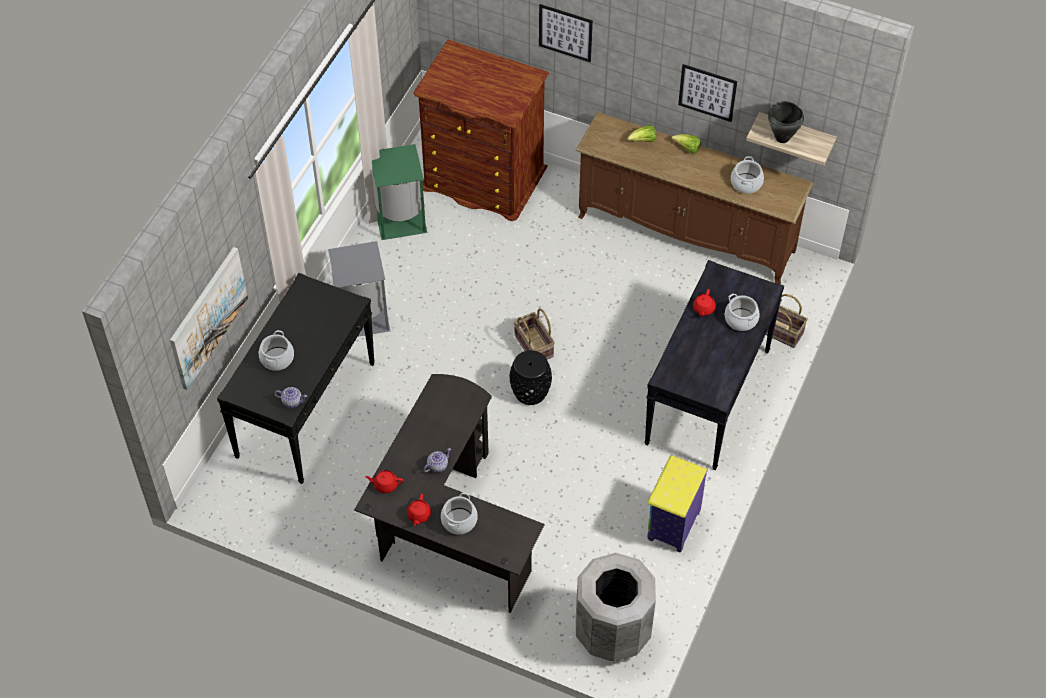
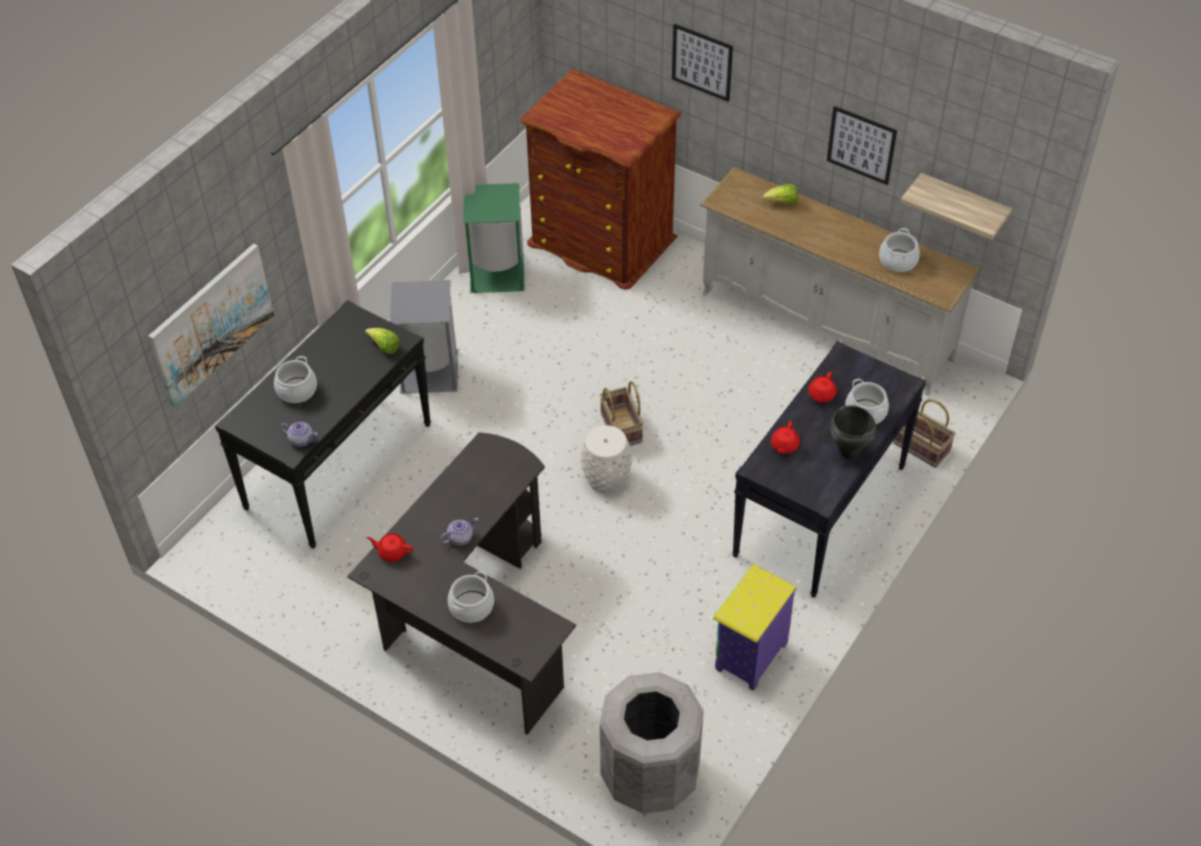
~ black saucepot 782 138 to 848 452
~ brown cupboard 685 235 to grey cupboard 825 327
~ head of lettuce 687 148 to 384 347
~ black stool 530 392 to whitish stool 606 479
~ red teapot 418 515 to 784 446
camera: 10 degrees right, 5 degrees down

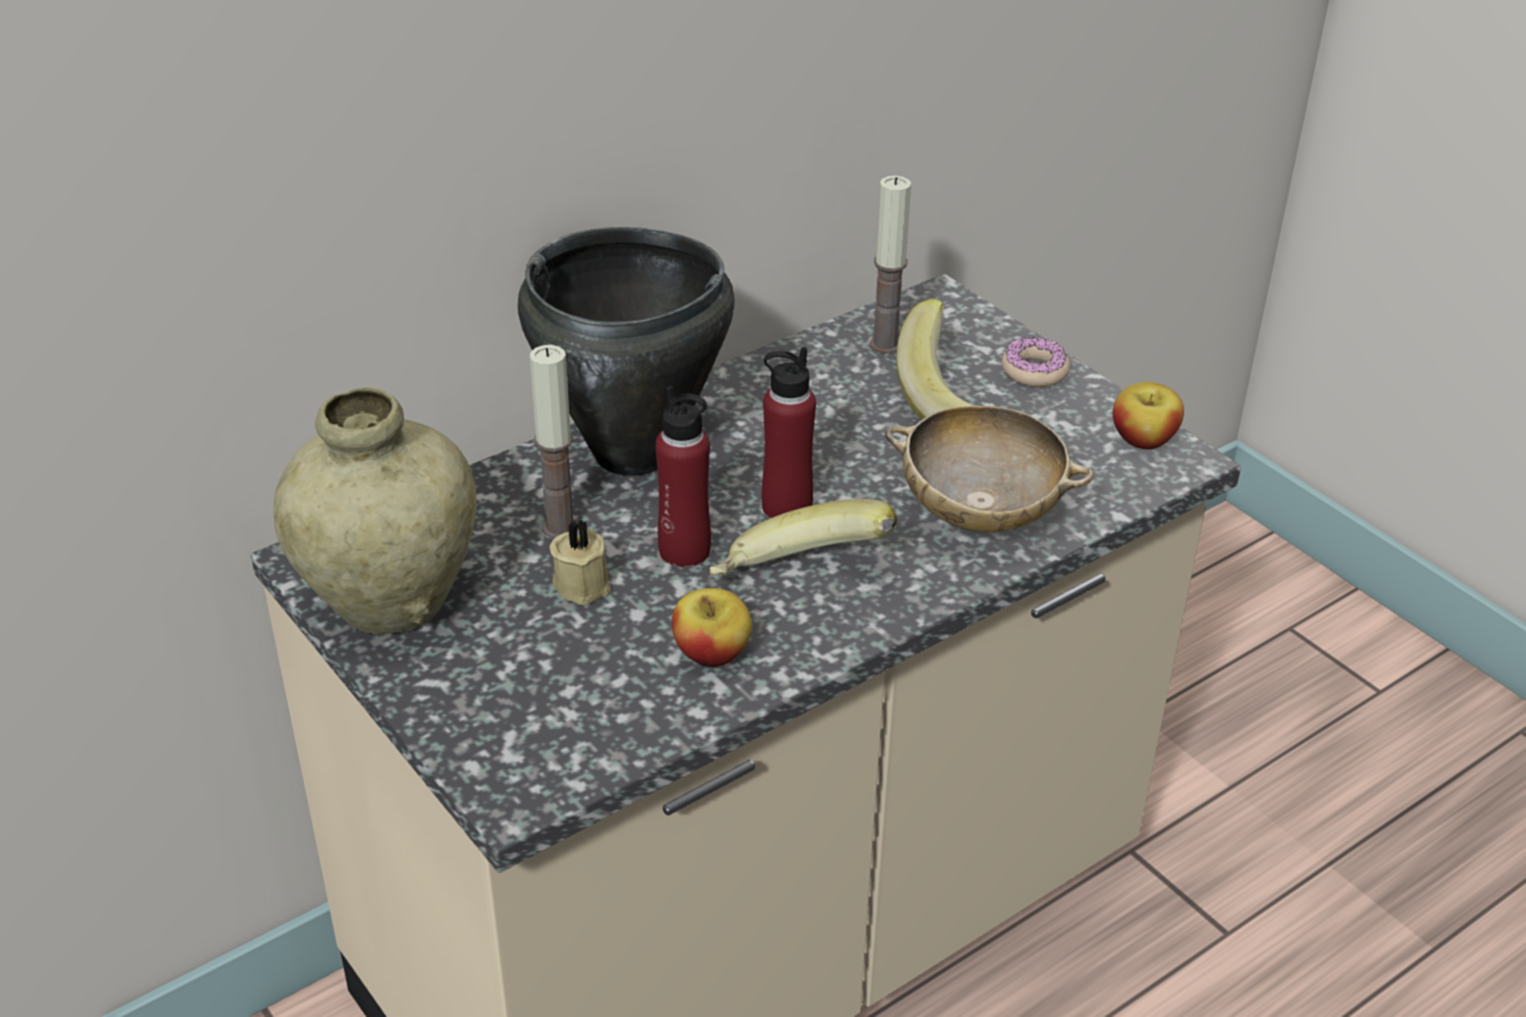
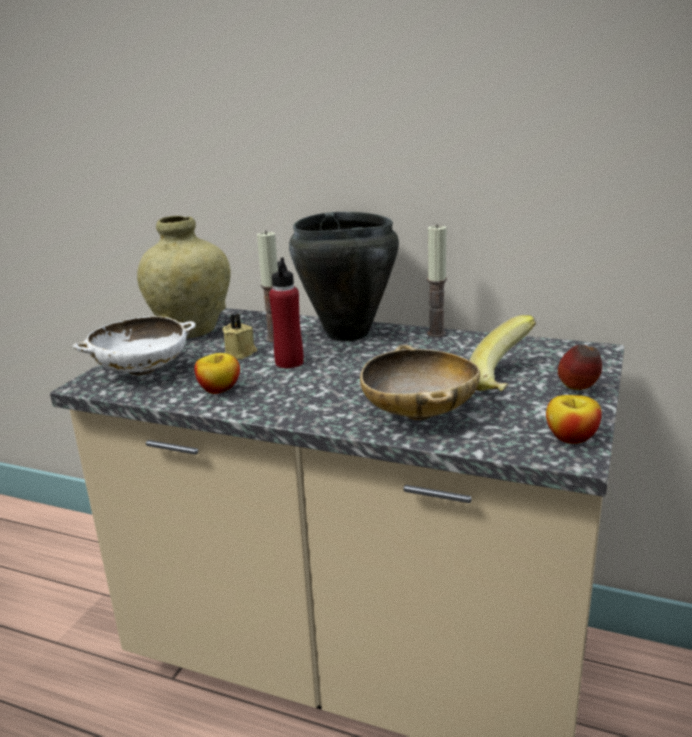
~ wax light 885 344 to 436 333
~ ring doughnut 1034 371 to whole apple 578 389
- red bottle 786 507
- banana fruit 800 580
+ whitish bowl 142 371
camera: 60 degrees right, 15 degrees down

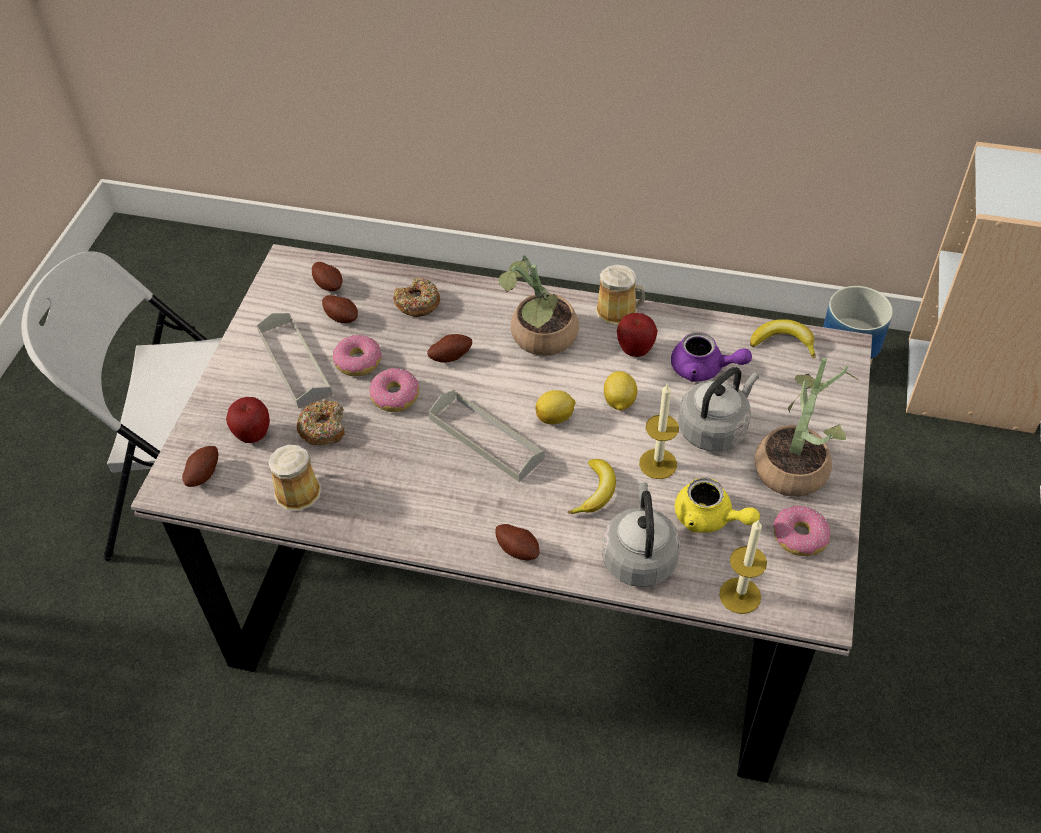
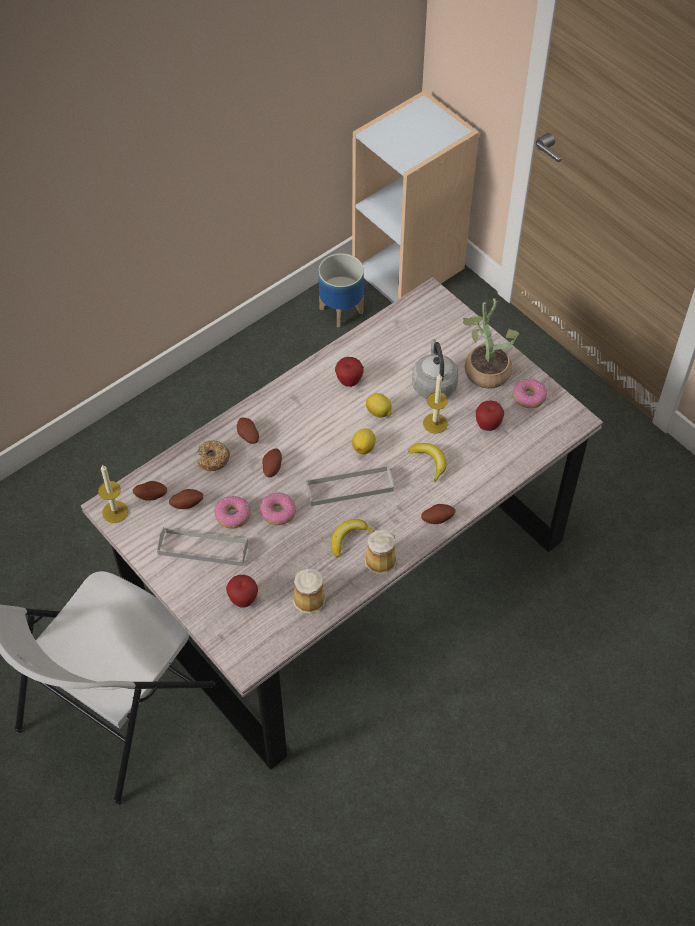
- houseplant 540 341
~ coffee mug 619 311 to 382 559
~ banana fruit 783 342 to 349 538
- purplish teapot 704 369
- ring doughnut 323 428
~ whole potato 202 474 to 248 436
~ yellow teapot 709 519 to whole apple 488 425
- grey kettle 639 556
~ wax light 740 595 to 115 512
camera: 55 degrees left, 5 degrees up

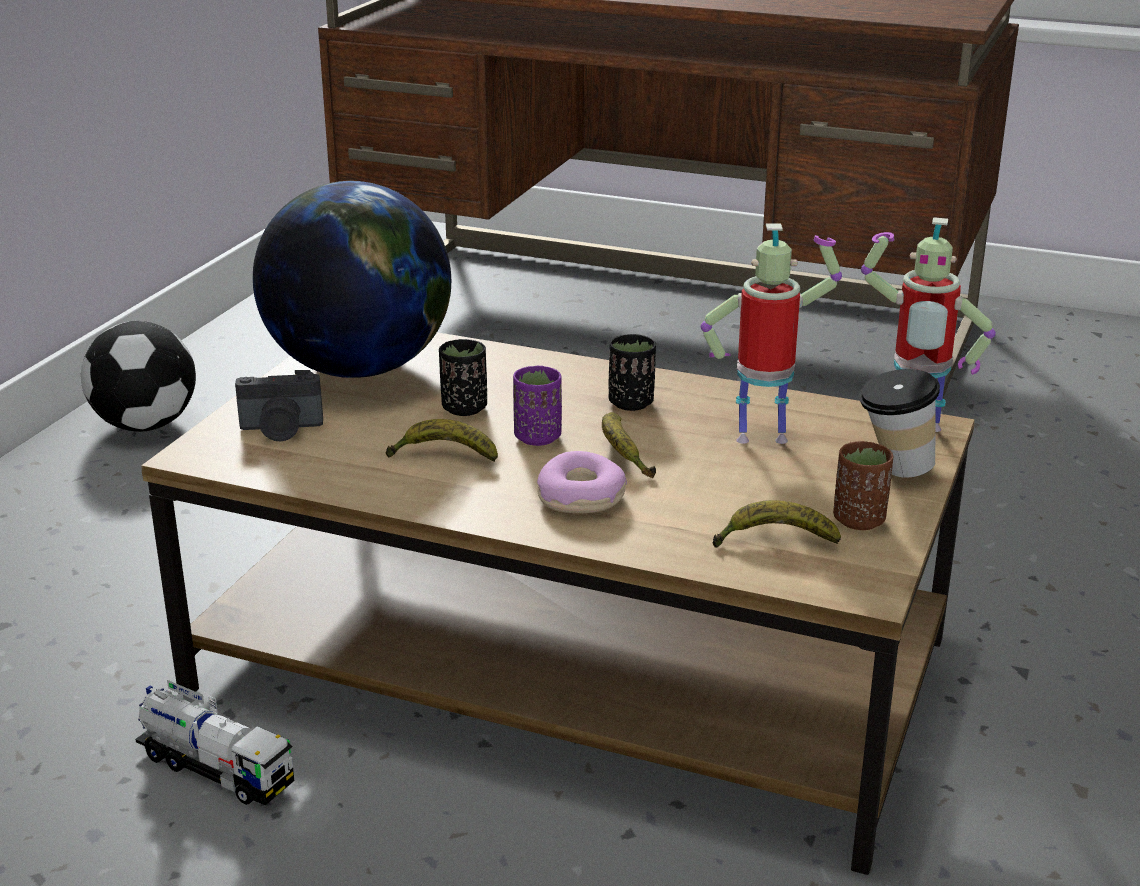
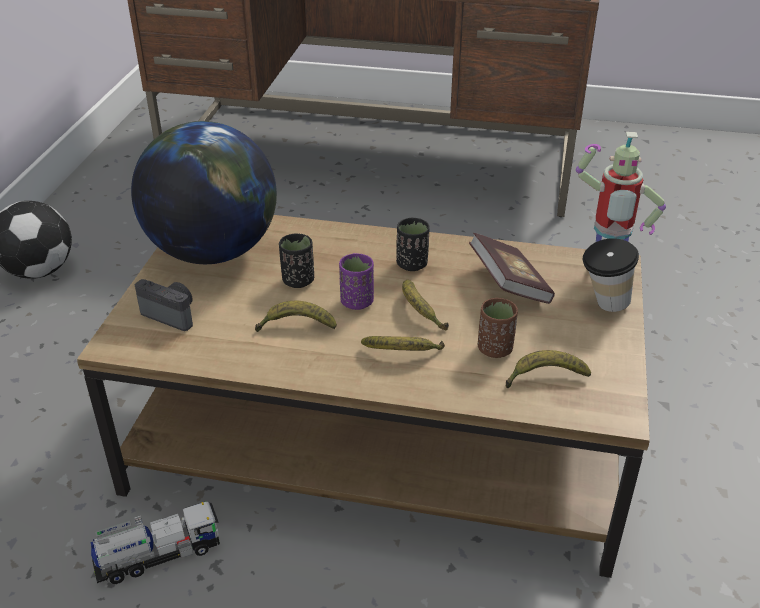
~ robot figure 762 436 to book 508 285
~ still camera 281 430 = 172 314 135 degrees counterclockwise
~ brown cup 859 520 to 495 349
~ ring doughnut 581 497 to banana fruit 403 353
~ toy lorry 216 770 = 159 556 45 degrees counterclockwise
camera: 10 degrees left, 10 degrees up

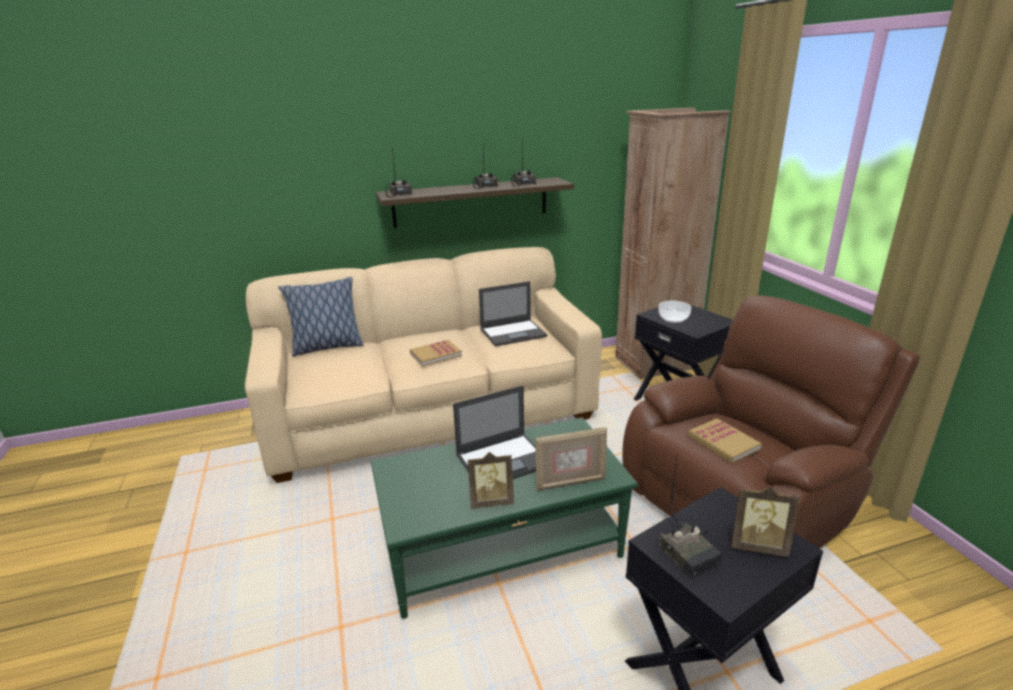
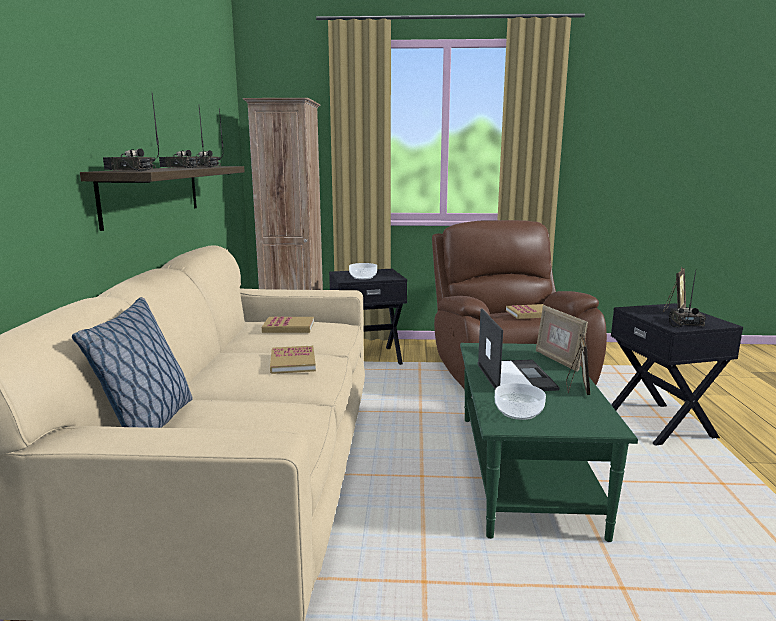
~ laptop 513 333 to book 288 327
~ photo frame 570 482 = 558 360 150 degrees clockwise
~ radio set 689 552 = 683 322 75 degrees counterclockwise
+ bowl 518 412
camera: 70 degrees left, 10 degrees down

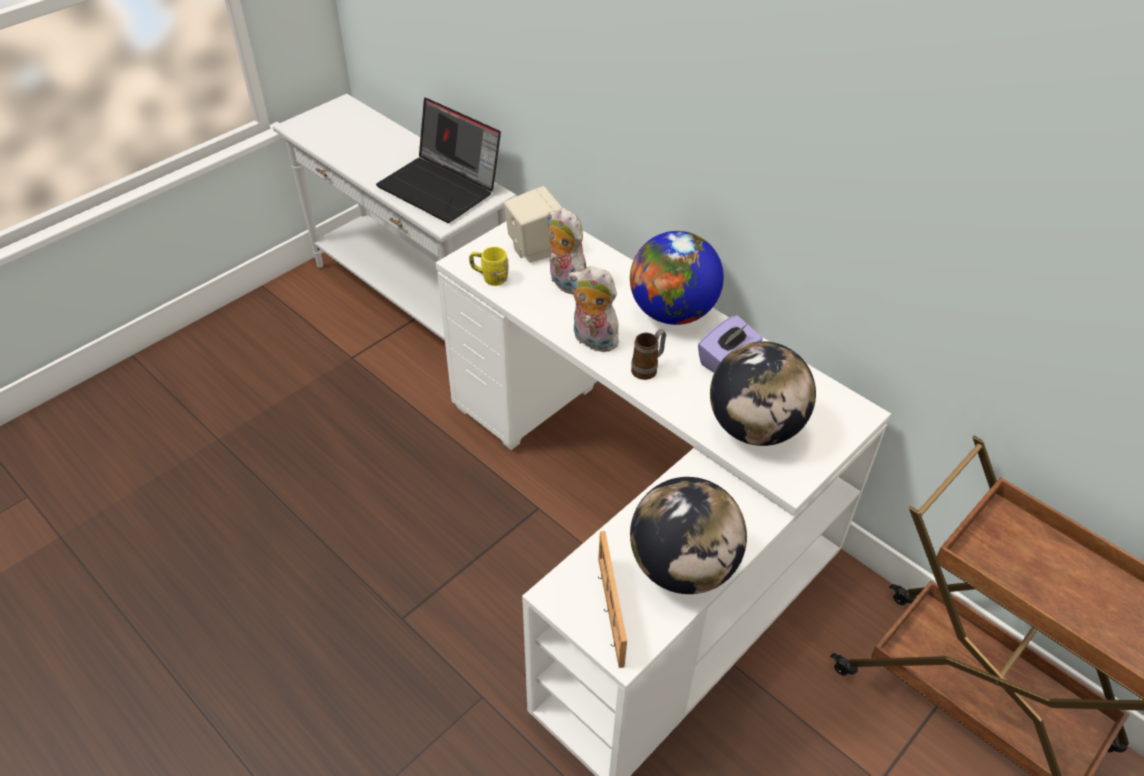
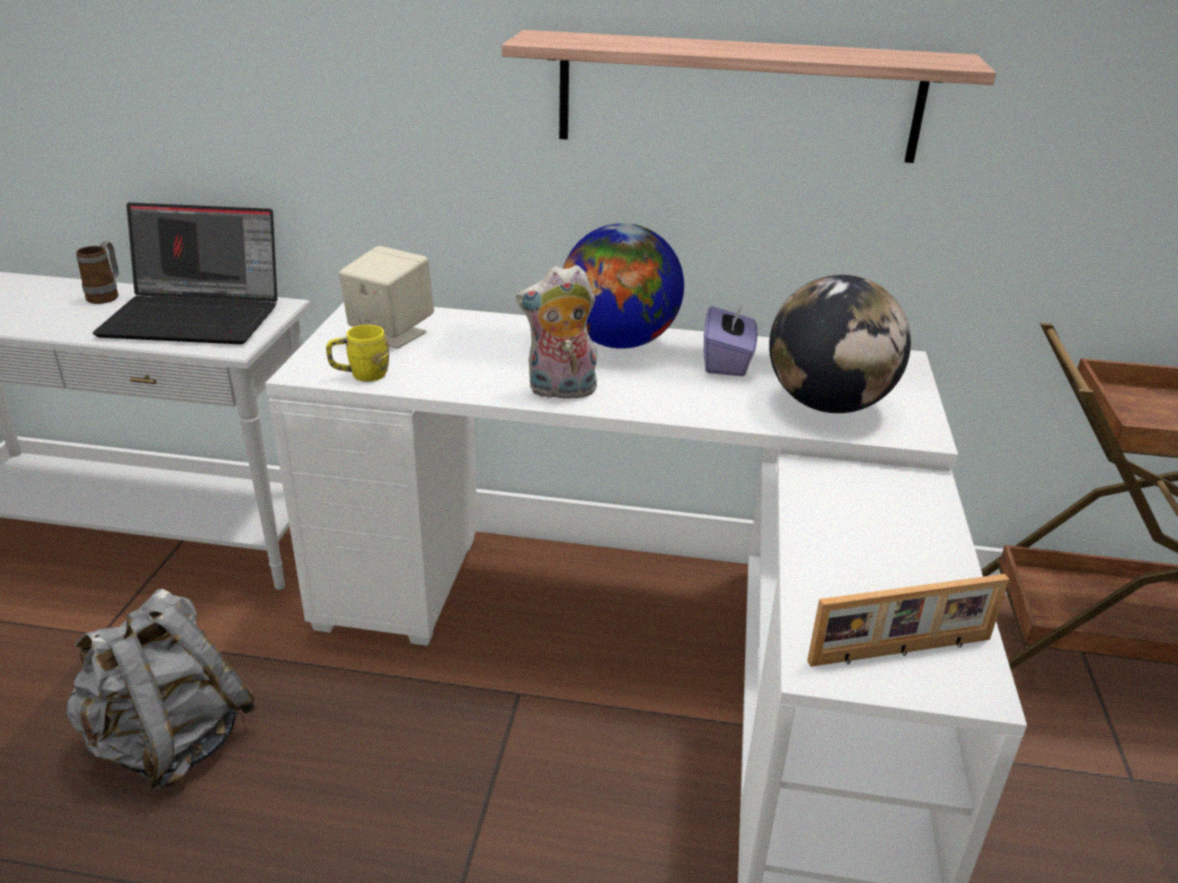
- plush toy 564 282
~ coffee mug 648 368 to 107 296
- world globe 682 567
~ photo frame 608 611 = 901 652 60 degrees counterclockwise
+ wall shelf 738 97
+ grey backpack 170 742
camera: 35 degrees left, 15 degrees down

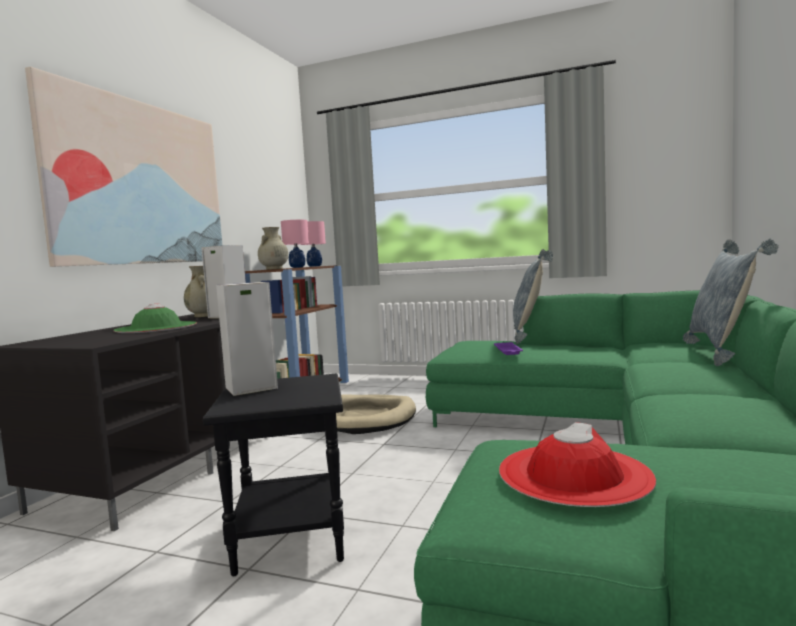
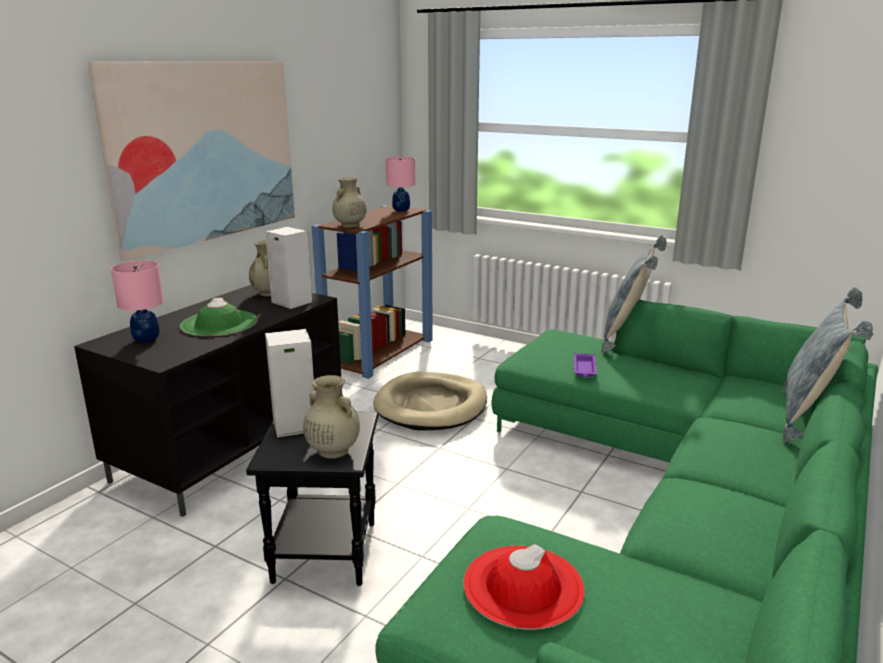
~ pinkish table lamp 297 267 to 146 340
+ sand-coloured vase 332 450
camera: 10 degrees right, 15 degrees up

